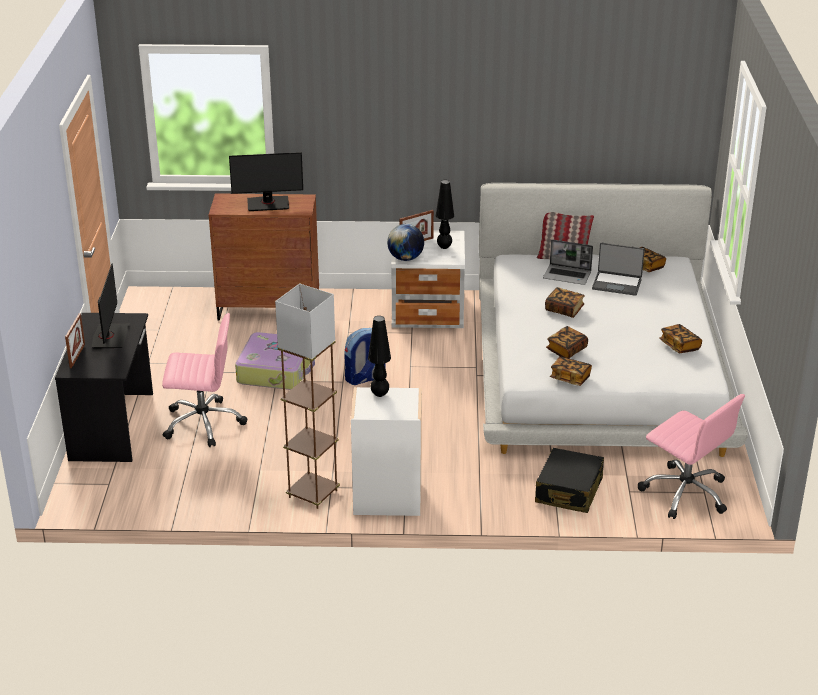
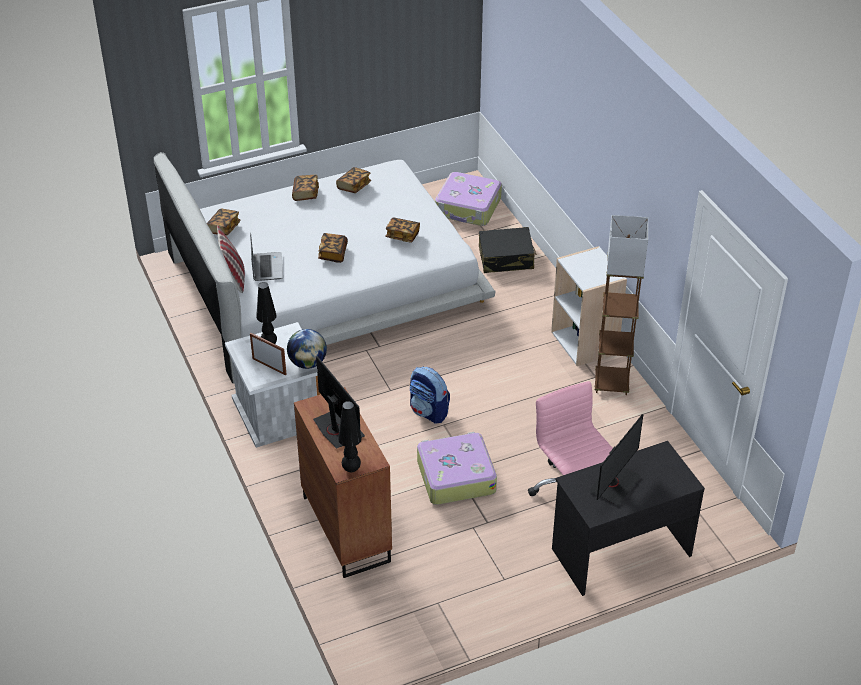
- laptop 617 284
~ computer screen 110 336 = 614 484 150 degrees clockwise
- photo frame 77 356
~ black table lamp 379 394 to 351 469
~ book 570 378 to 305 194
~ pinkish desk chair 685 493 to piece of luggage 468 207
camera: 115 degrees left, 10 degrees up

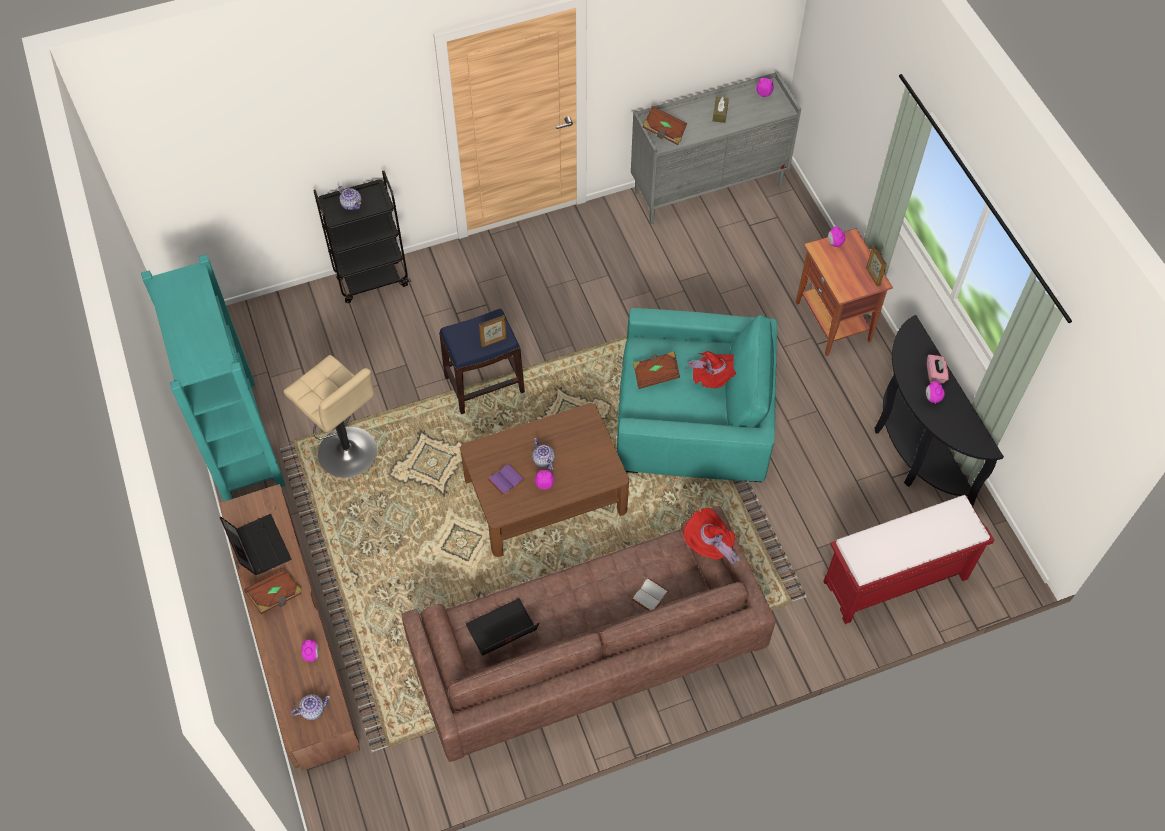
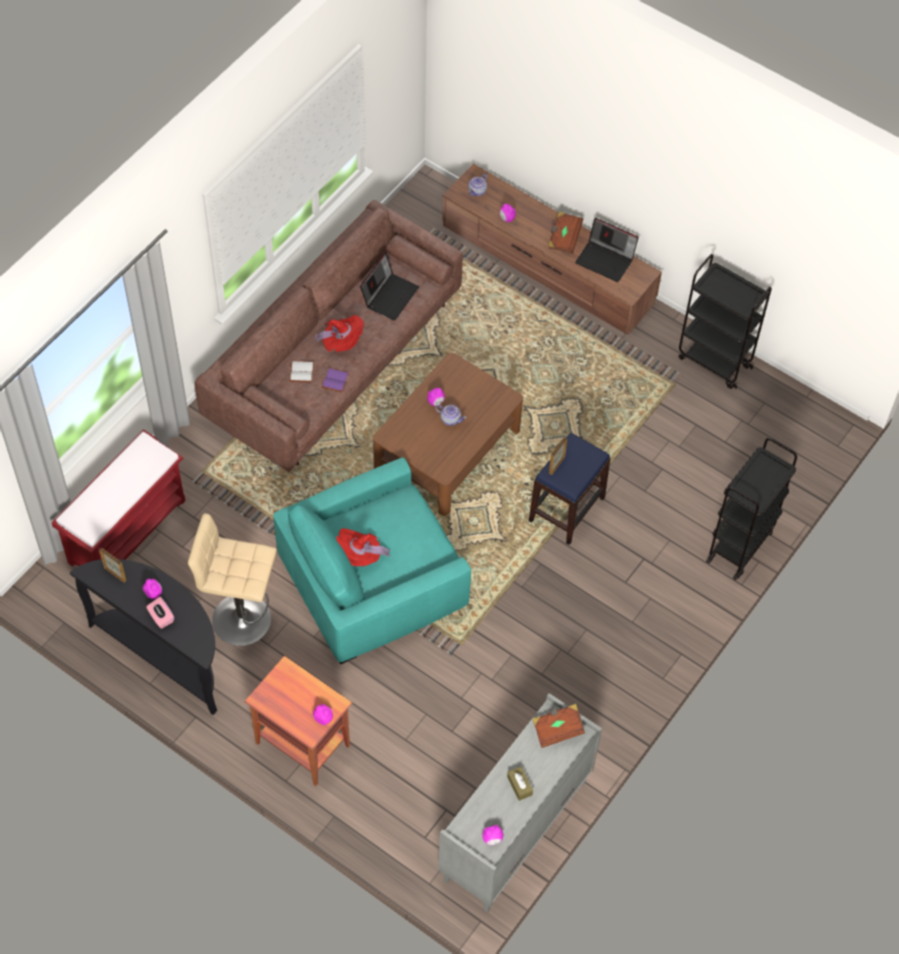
- teapot 351 204
~ photo frame 872 276 to 115 573
~ blue-green shelving unit 239 440 to black trolley 715 362
- brown book 655 375
~ sand-coloured stool 347 453 to 241 619
~ purplish book 506 479 to 336 381
~ red clothing hat 709 545 to 342 342
camera: 145 degrees right, 0 degrees up

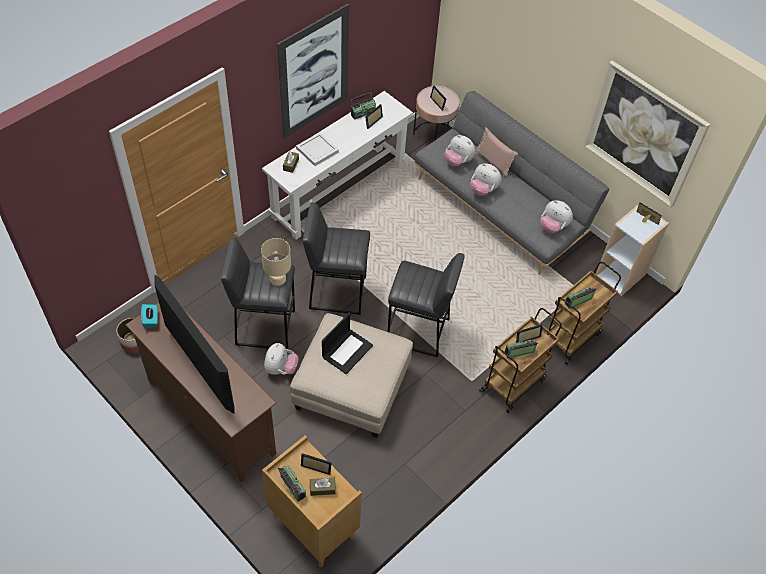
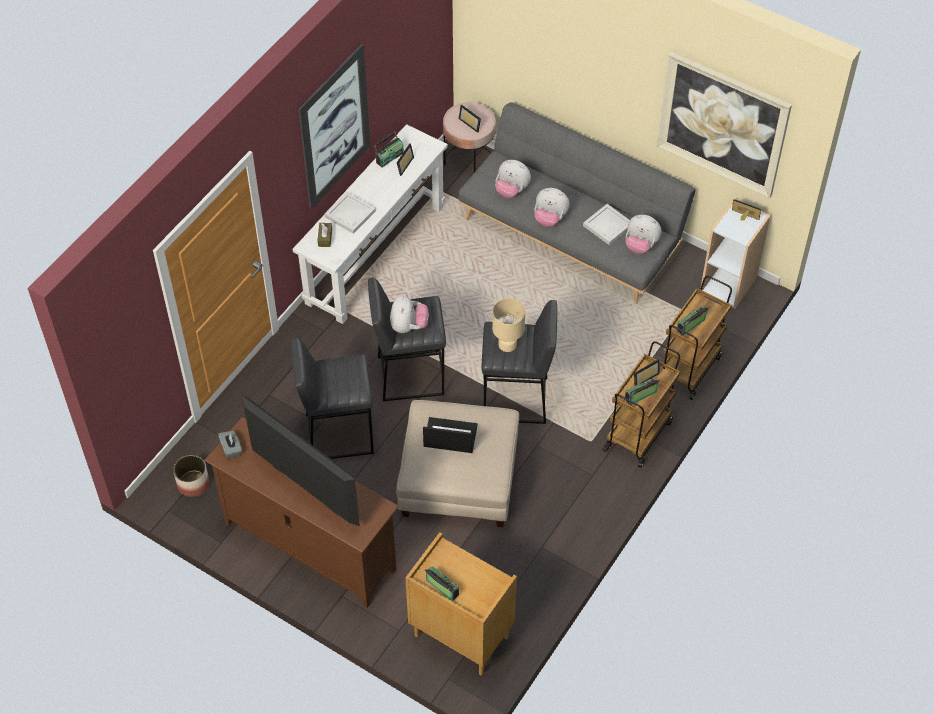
- sand-coloured throw pillow 493 162
~ sand-coloured table lamp 278 279 to 508 344
~ blue-green tissue holder 151 320 to grey tissue holder 231 449
~ laptop 347 350 = 449 436 105 degrees counterclockwise
~ plush toy 281 368 to 408 326
- photo frame 317 465
- brown tissue holder 322 488
+ whitish serving tray 607 225
camera: 10 degrees left, 0 degrees up

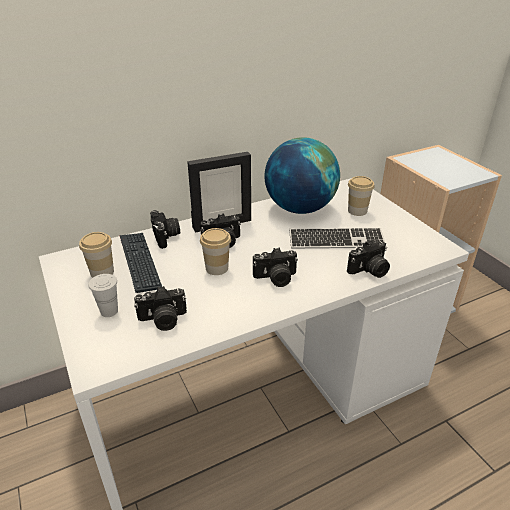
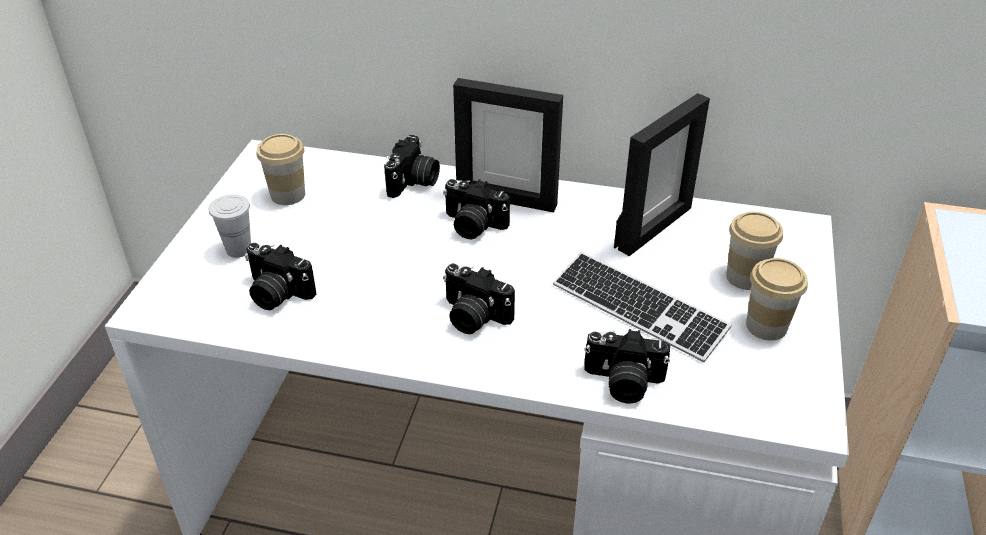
~ world globe 299 208 to photo frame 653 227
~ cup 217 268 to 766 326
- PC keyboard 139 262
camera: 40 degrees right, 5 degrees up

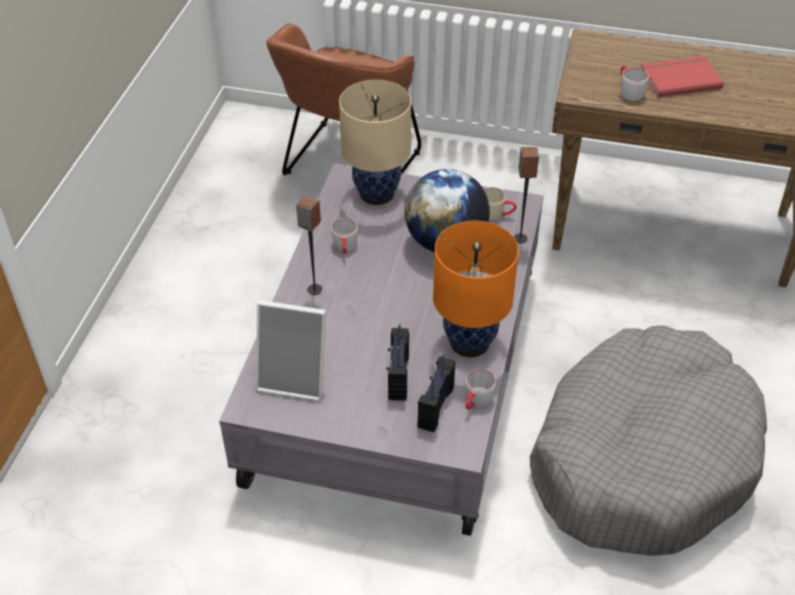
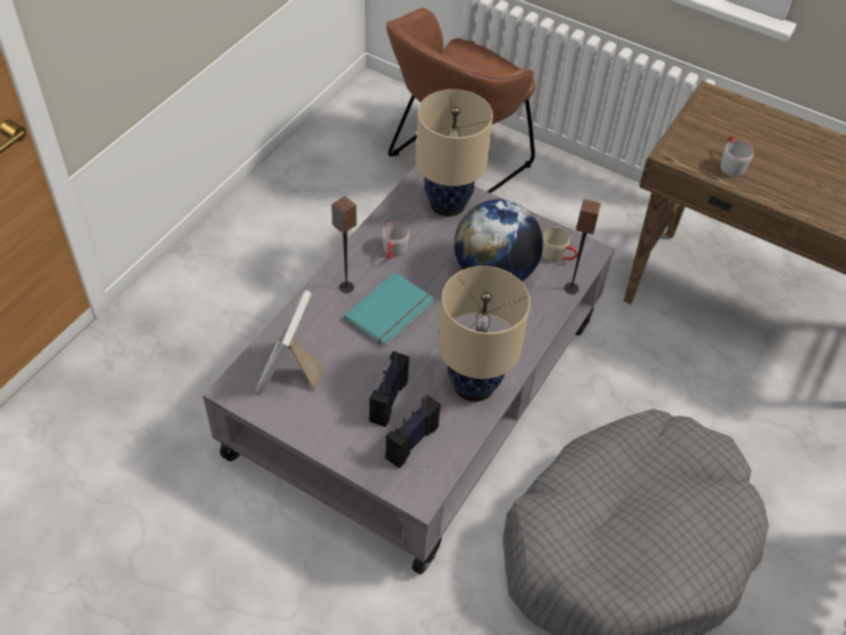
- red book 679 78
~ orange table lamp 469 342 to sand-coloured table lamp 473 385
~ photo frame 295 378 = 290 373 75 degrees clockwise
- grey coffee mug 476 402
+ blue-green book 392 312
camera: 15 degrees right, 5 degrees up

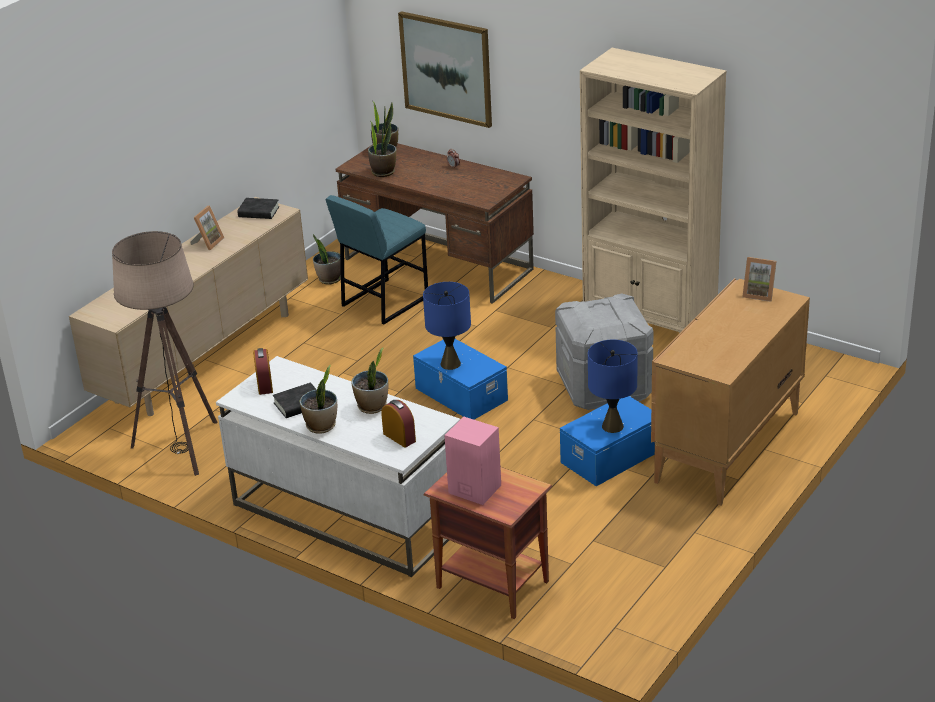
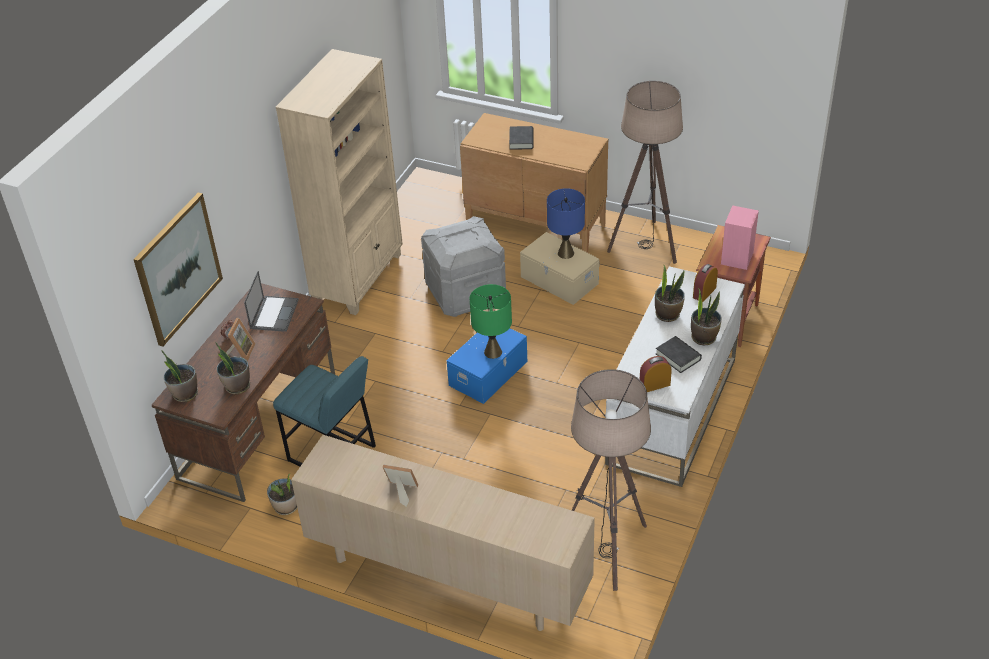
~ black book 258 212 to 521 140
~ photo frame 759 294 to 241 352
~ bluish table lamp 450 364 to green table lamp 492 352
~ bluish storage bin 610 456 to sand-coloured storage bin 559 281
+ standing lamp 645 245
+ laptop 274 313
camera: 100 degrees left, 10 degrees up

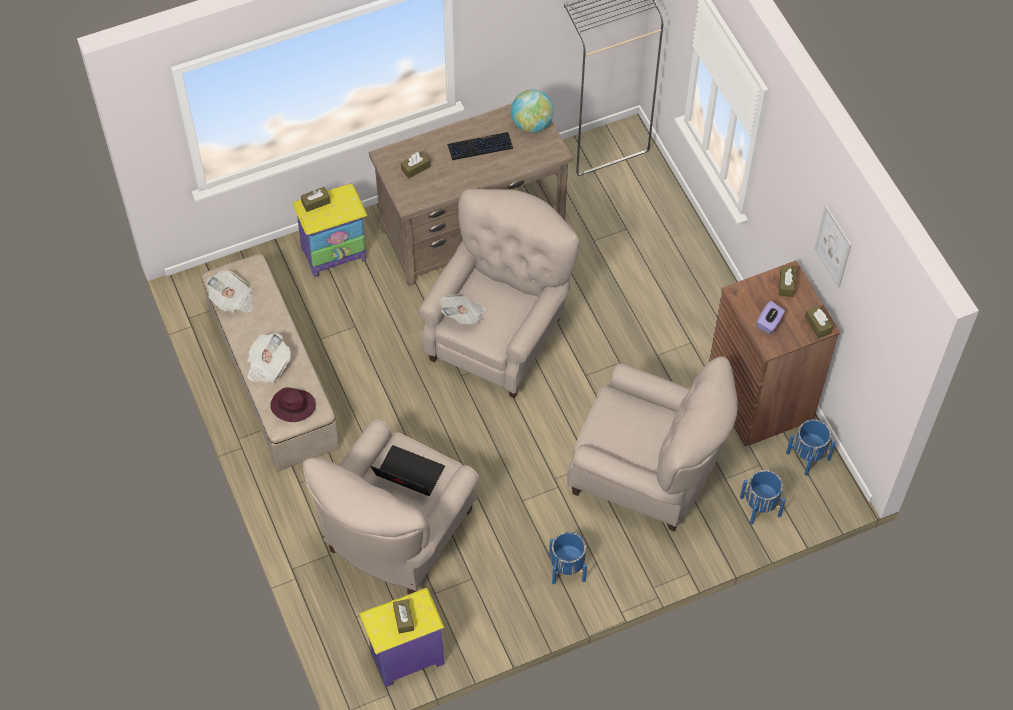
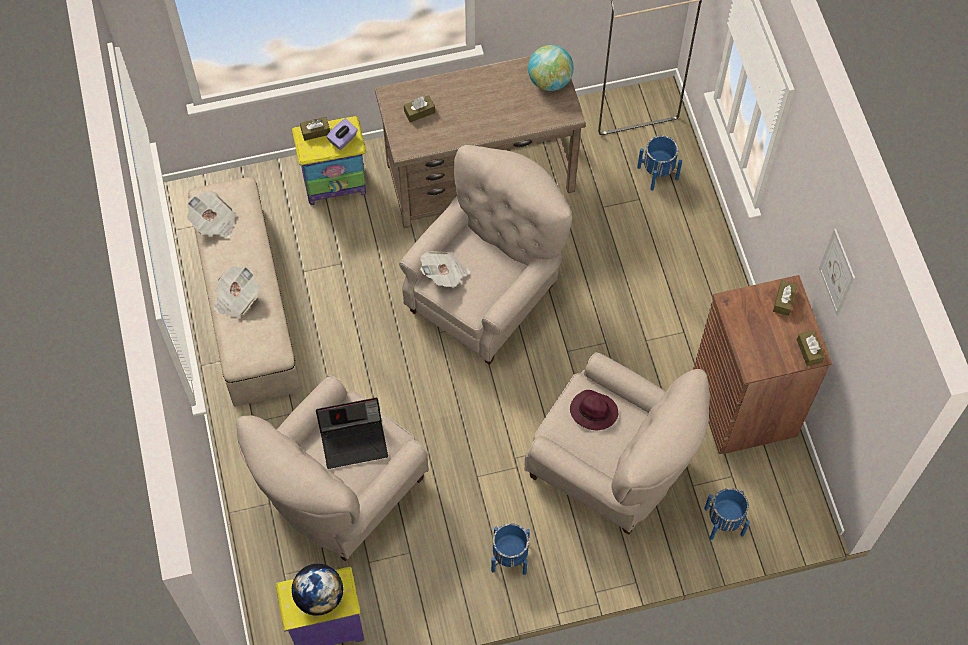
- PC keyboard 480 147
~ purplish tissue holder 769 323 to 343 139
~ purplish clothing hat 292 406 to 593 411
~ bluish plant pot 808 456 to 658 173
~ laptop 407 475 = 354 440 135 degrees clockwise
~ brown tissue holder 403 618 to world globe 319 597
camera: 10 degrees right, 5 degrees up

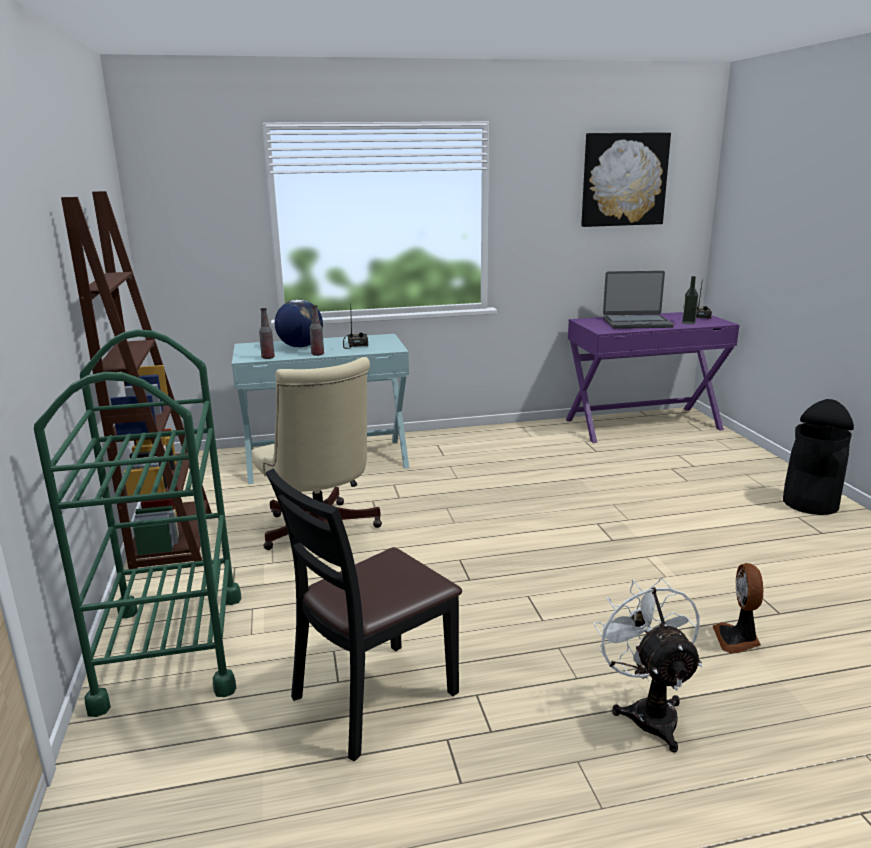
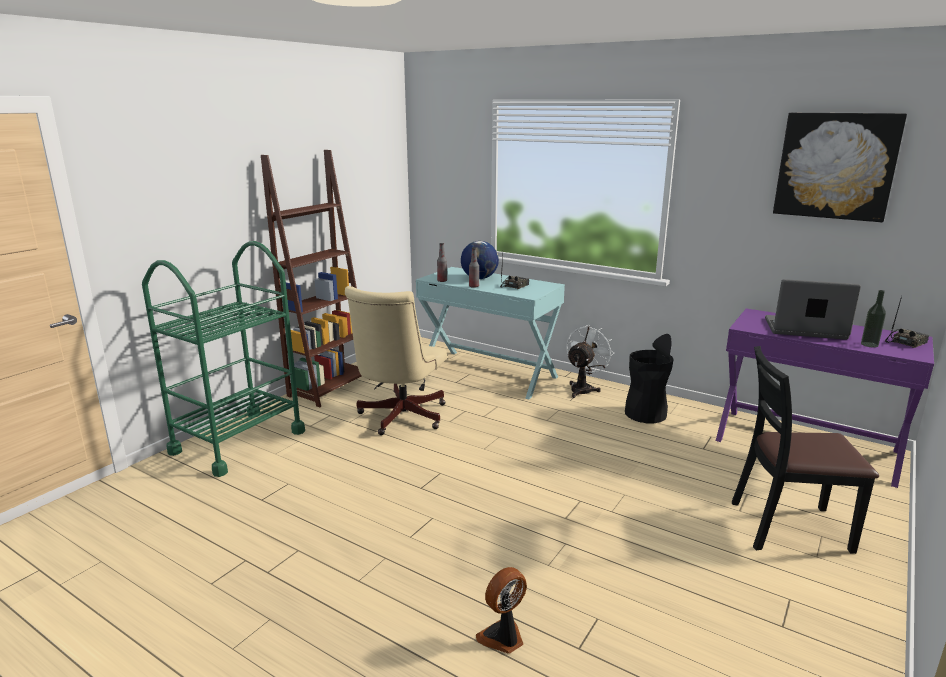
~ laptop 636 323 = 805 329 150 degrees clockwise
~ black trash can 810 503 to 645 414
~ black upright chair 373 697 to 788 527
~ whitish electric fan 648 712 to 583 388
camera: 45 degrees right, 0 degrees up

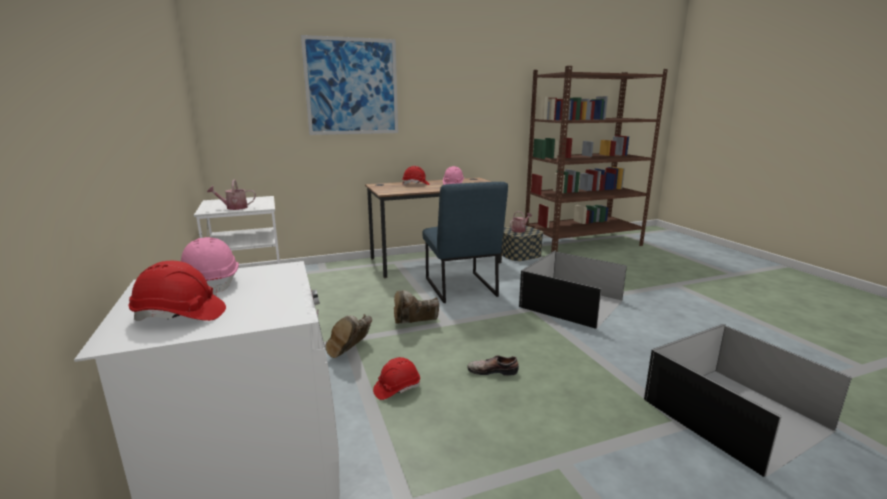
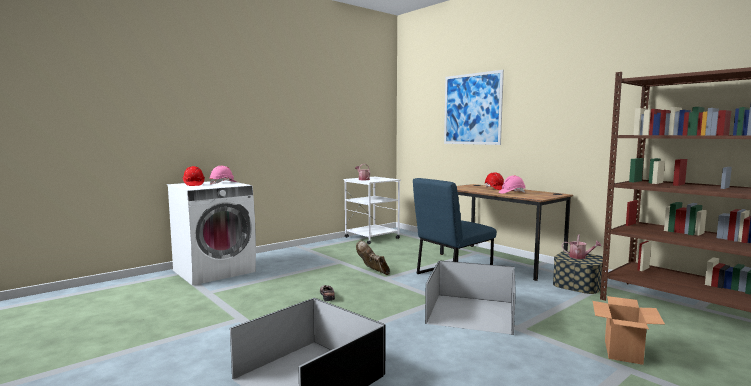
- brown boot 351 352
- red safety helmet 397 388
+ carton 623 352
camera: 70 degrees right, 10 degrees down

